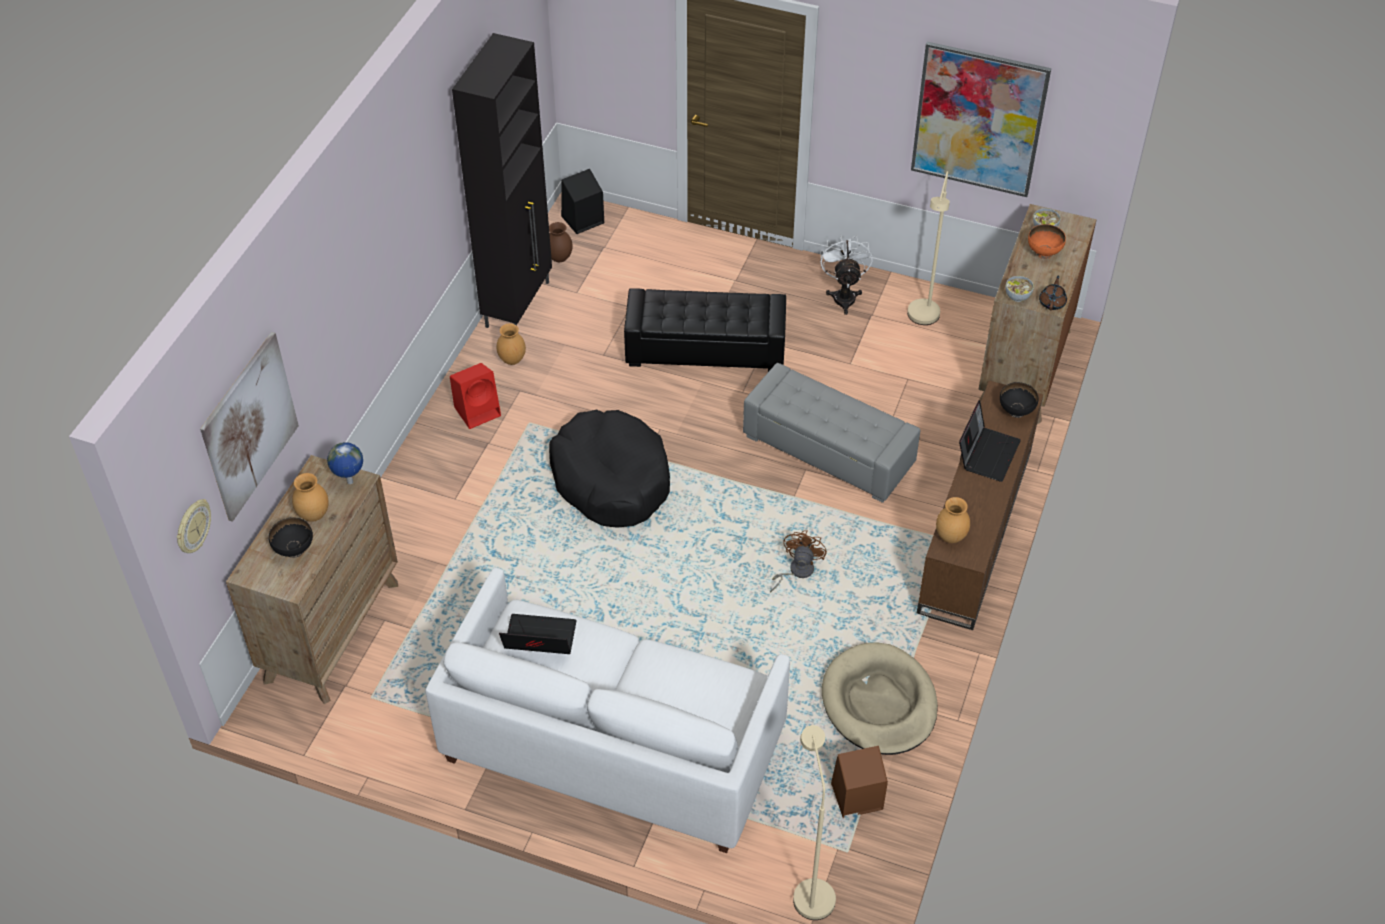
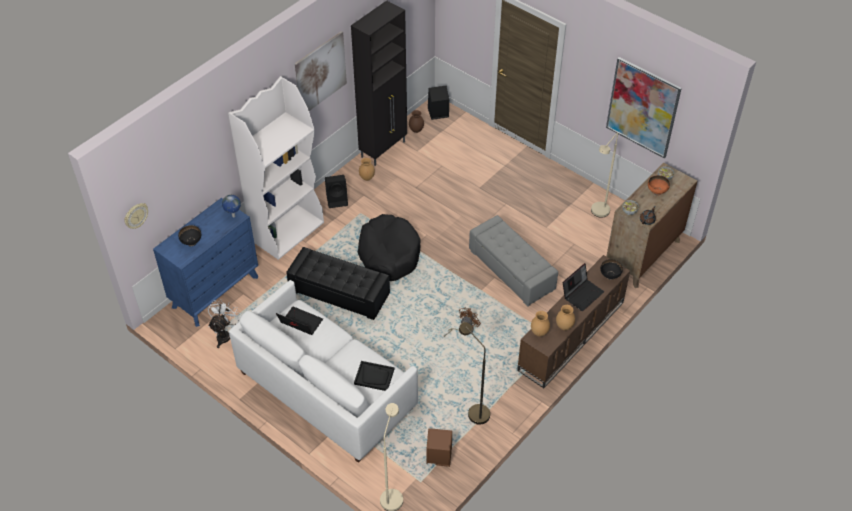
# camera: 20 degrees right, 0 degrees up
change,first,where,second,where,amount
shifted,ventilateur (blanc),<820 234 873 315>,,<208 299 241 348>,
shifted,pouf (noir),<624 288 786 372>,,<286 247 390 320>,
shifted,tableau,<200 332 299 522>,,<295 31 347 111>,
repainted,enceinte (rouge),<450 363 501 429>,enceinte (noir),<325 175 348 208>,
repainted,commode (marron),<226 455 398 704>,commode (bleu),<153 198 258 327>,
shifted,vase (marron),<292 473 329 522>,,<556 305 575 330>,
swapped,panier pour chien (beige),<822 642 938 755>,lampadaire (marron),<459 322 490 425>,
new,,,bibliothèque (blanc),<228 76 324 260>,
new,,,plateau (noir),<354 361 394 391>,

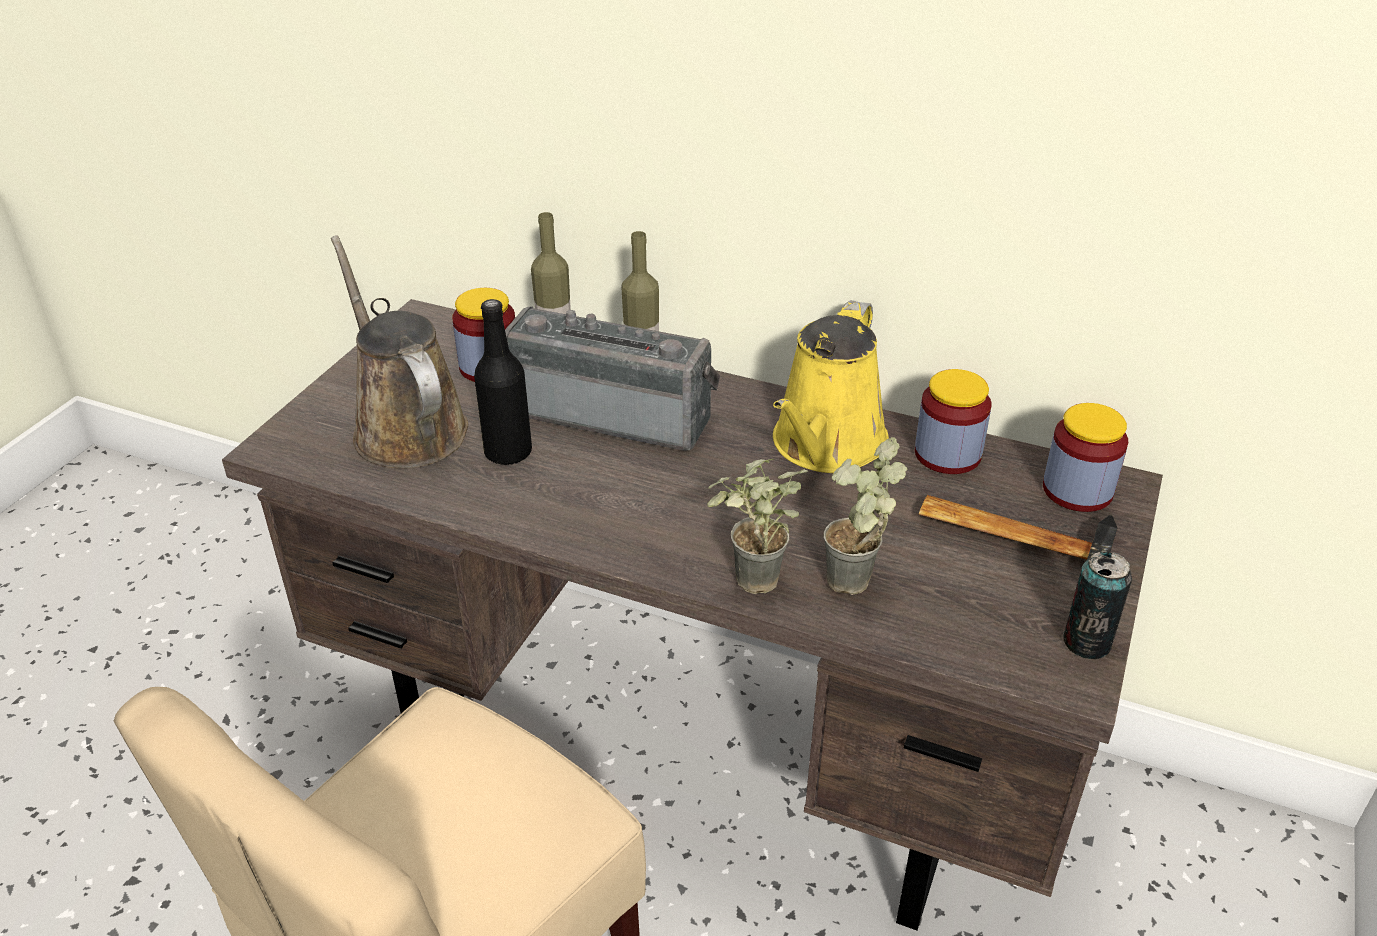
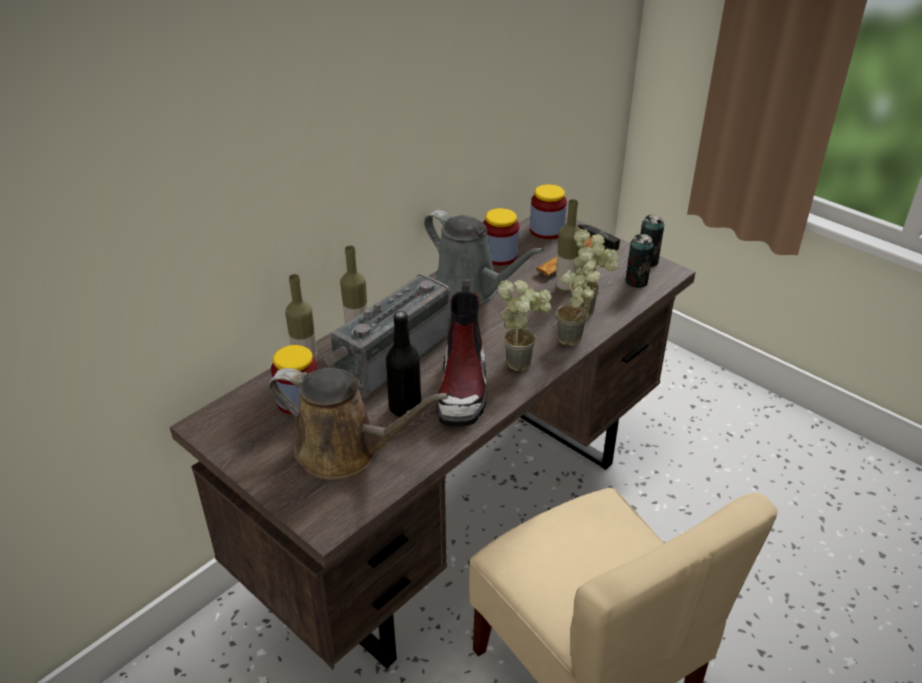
# camera: 70 degrees left, 0 degrees up
change,first,where,second,where,amount
rotated,arrosoir (marron),<331 235 468 468>,,<268 368 449 480>,150 degrees counterclockwise
repainted,arrosoir (jaune),<773 300 889 473>,arrosoir (gris),<424 210 544 305>,
new,,,bouteille,<556 199 582 292>,
new,,,boîte métallique,<625 234 654 288>,
new,,,botte,<436 279 487 427>,
new,,,plante en pot,<498 280 551 371>,

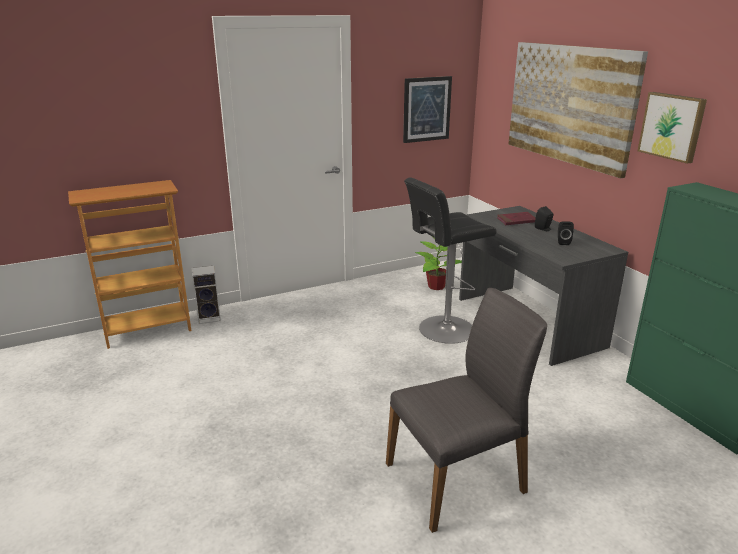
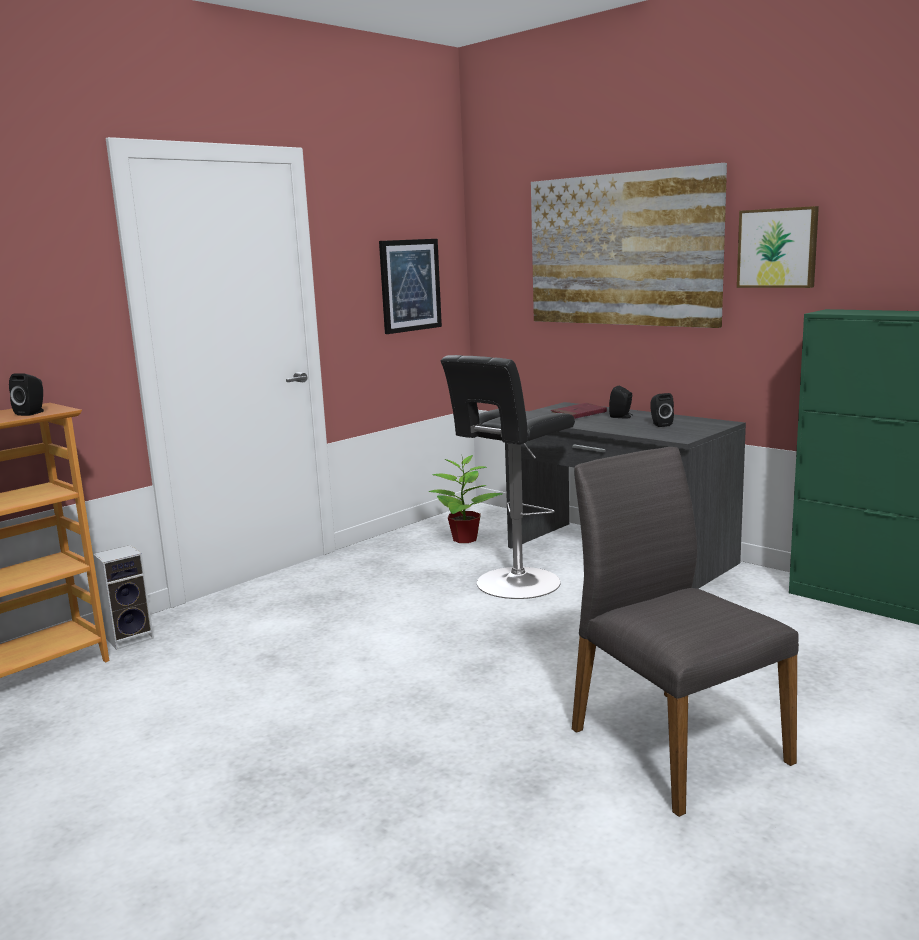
# camera: 20 degrees left, 10 degrees down
change,first,where,second,where,amount
rotated,chaise (gris),<386 288 547 533>,,<572 447 799 817>,75 degrees counterclockwise
new,,,enceinte (noir),<9 373 44 416>,

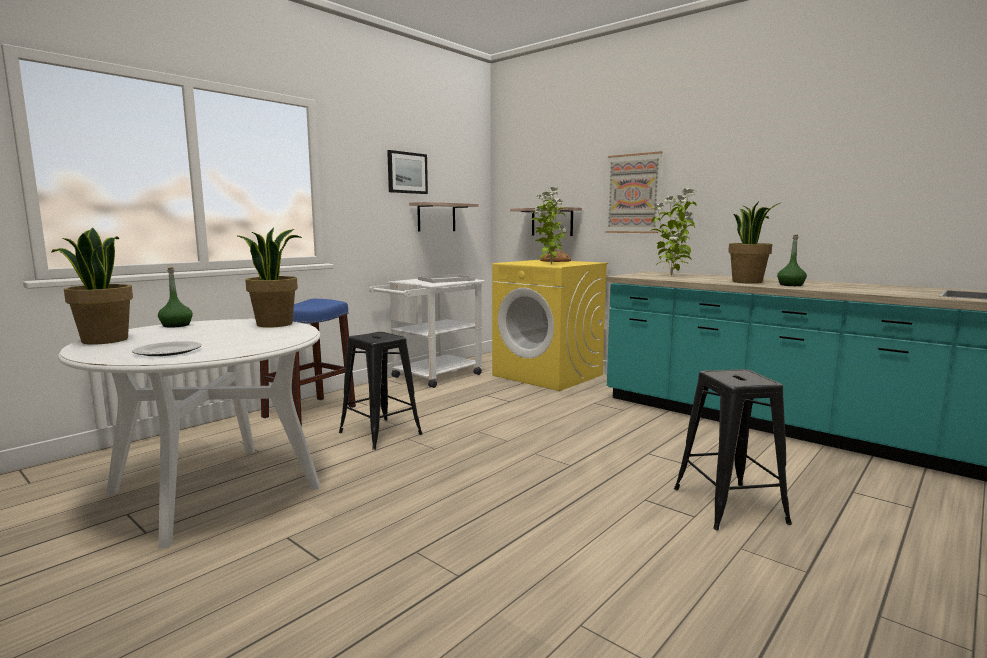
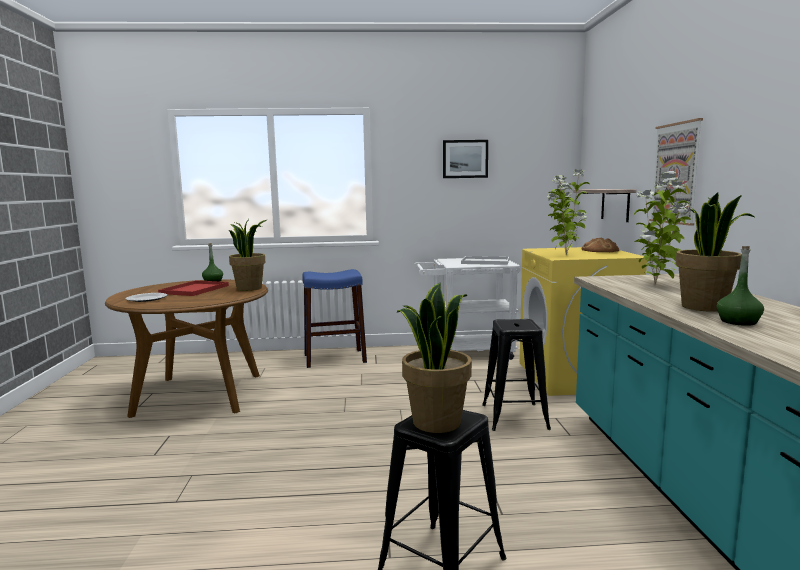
# camera: 45 degrees right, 0 degrees up
change,first,where,second,where,amount
gone,étagère,<409 202 479 232>,,,
shifted,plante en pot,<51 227 133 345>,,<397 283 472 433>,
repainted,table à manger (blanc),<58 319 321 548>,table à manger (marron),<105 280 268 418>,
shifted,tabouret (noir),<339 332 423 450>,,<482 319 551 431>,
new,,,plateau (rouge),<158 280 229 296>,

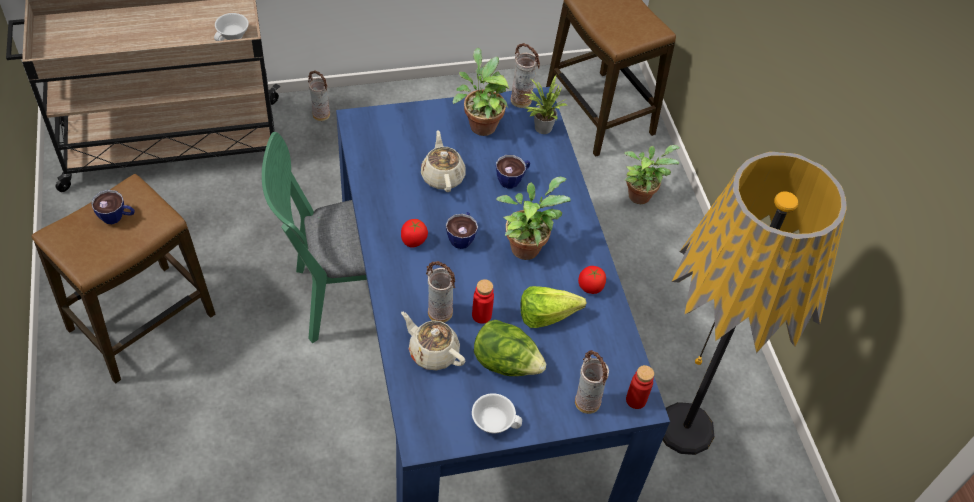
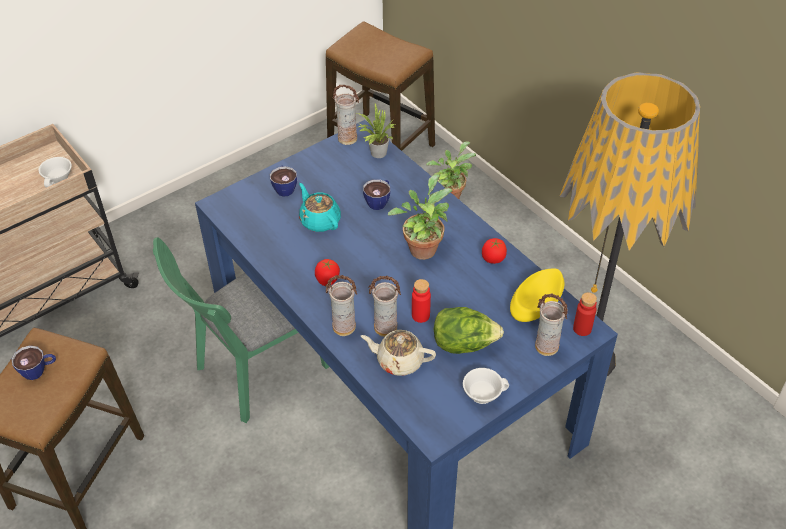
# camera: 20 degrees left, 5 degrees down
change,first,where,second,where,amount
gone,plante en pot,<452 48 509 136>,,,
shifted,vase,<308 71 330 121>,,<325 275 358 336>,
repainted,théière (beige),<421 130 466 192>,théière (turquoise),<299 183 341 232>,
shifted,tasse,<446 212 478 249>,,<270 165 297 197>,
gone,laitue,<520 286 586 328>,,,
new,,,bol (jaune),<510 268 564 322>,

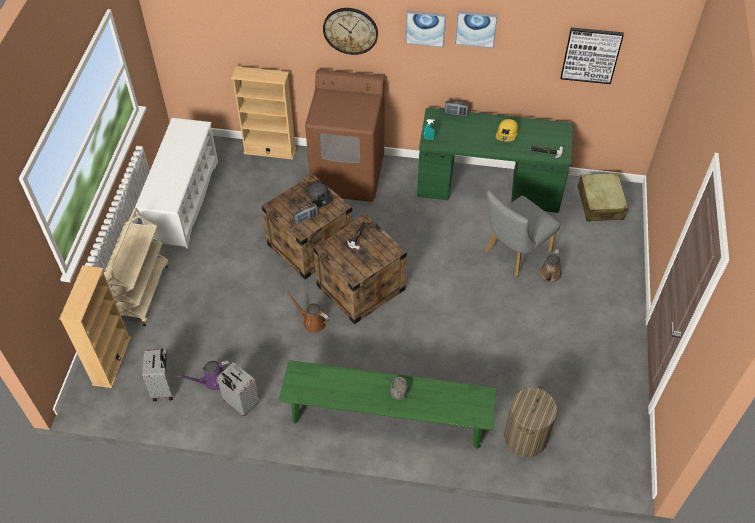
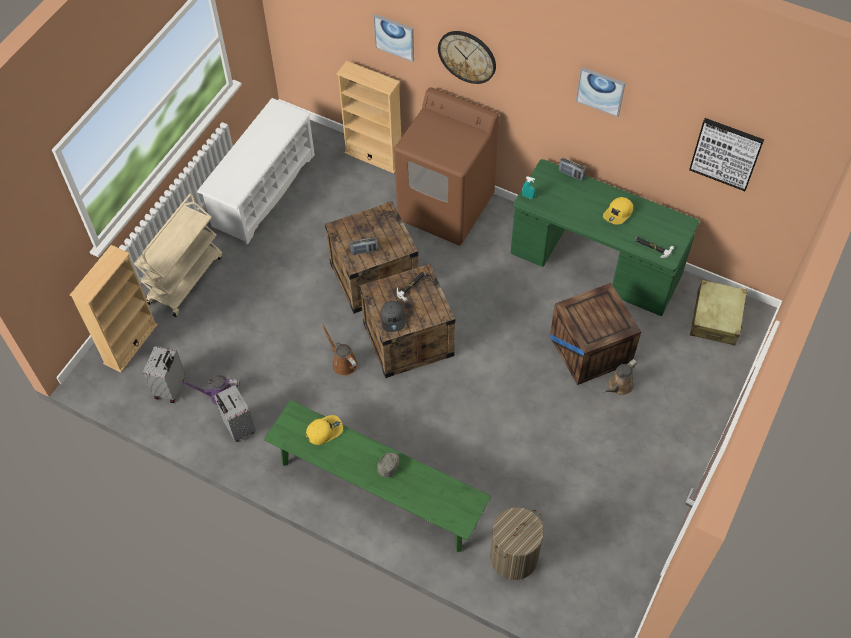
# camera: 20 degrees right, 5 degrees up
change,first,where,second,where,amount
shifted,tableau,<405 10 446 48>,,<373 14 414 62>,
shifted,casquette (gris),<308 182 333 207>,,<381 301 405 332>,
swapped,chaise (gris),<485 191 560 277>,caisse,<550 283 641 385>,
new,,,casquette (jaune),<306 415 343 445>,

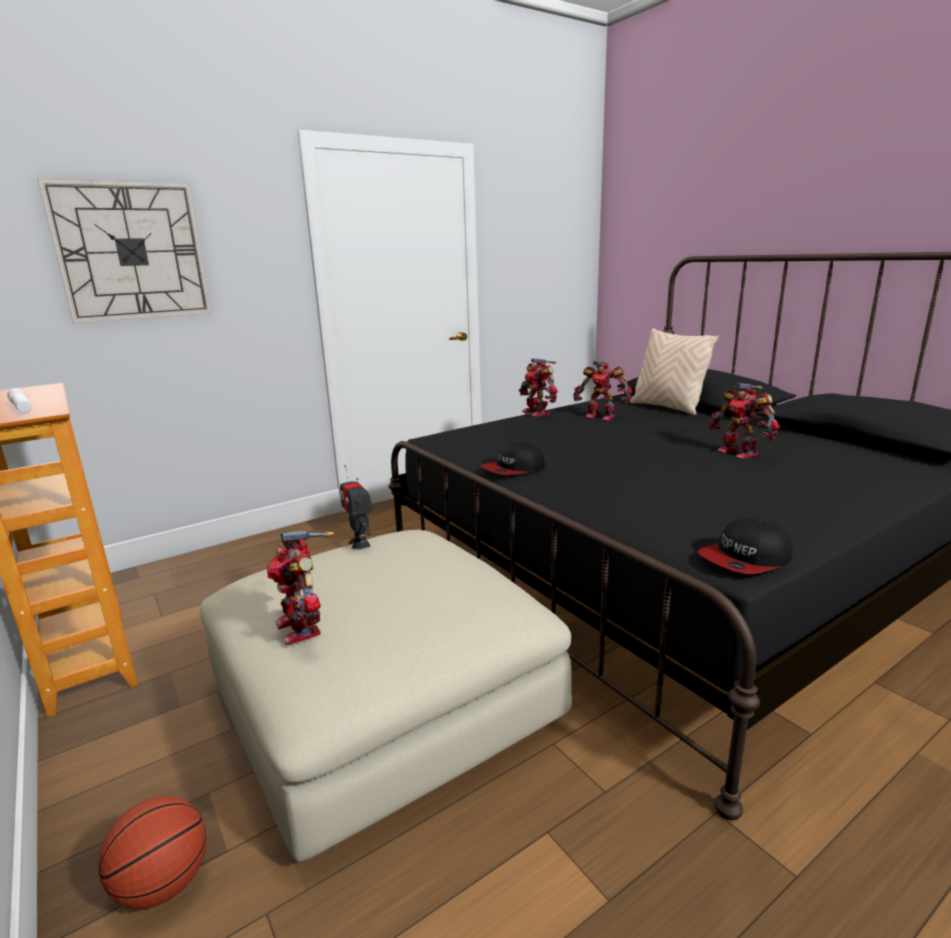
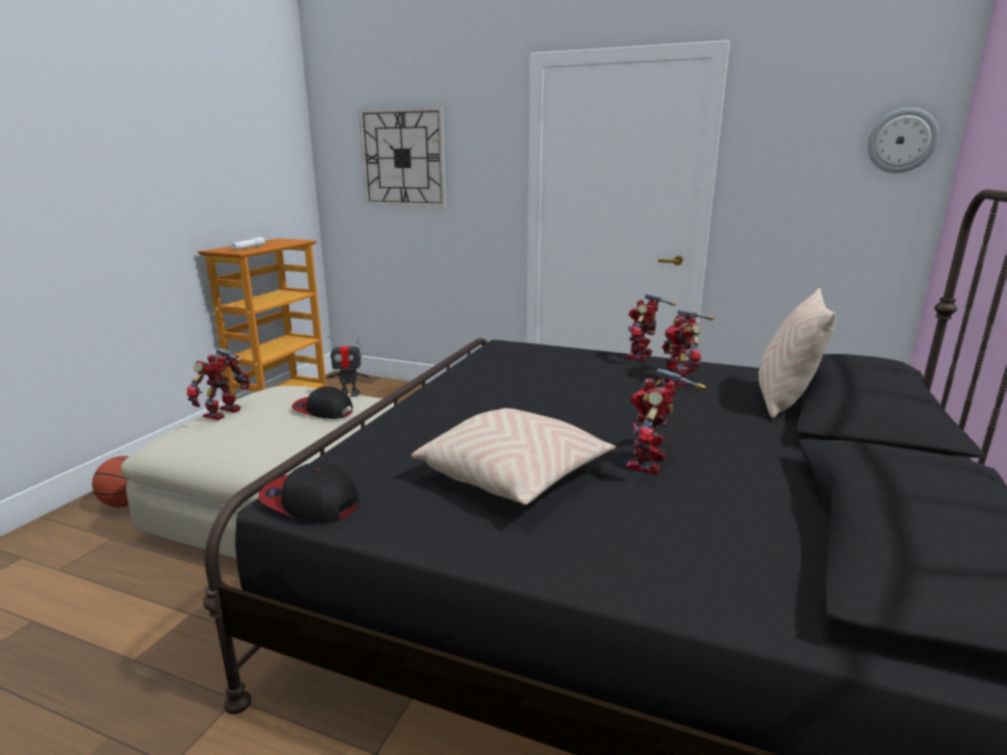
# camera: 55 degrees right, 0 degrees up
change,first,where,second,where,amount
shifted,casquette,<480 442 545 475>,,<292 386 353 419>,
rotated,robot jouet,<340 465 373 549>,,<326 336 371 397>,120 degrees counterclockwise
new,,,horloge murale,<867 108 939 173>,
new,,,coussin (beige),<411 408 616 505>,

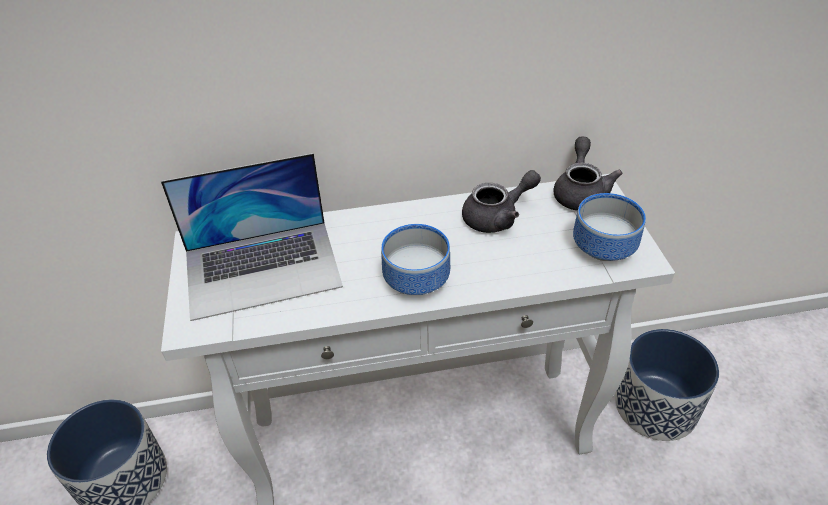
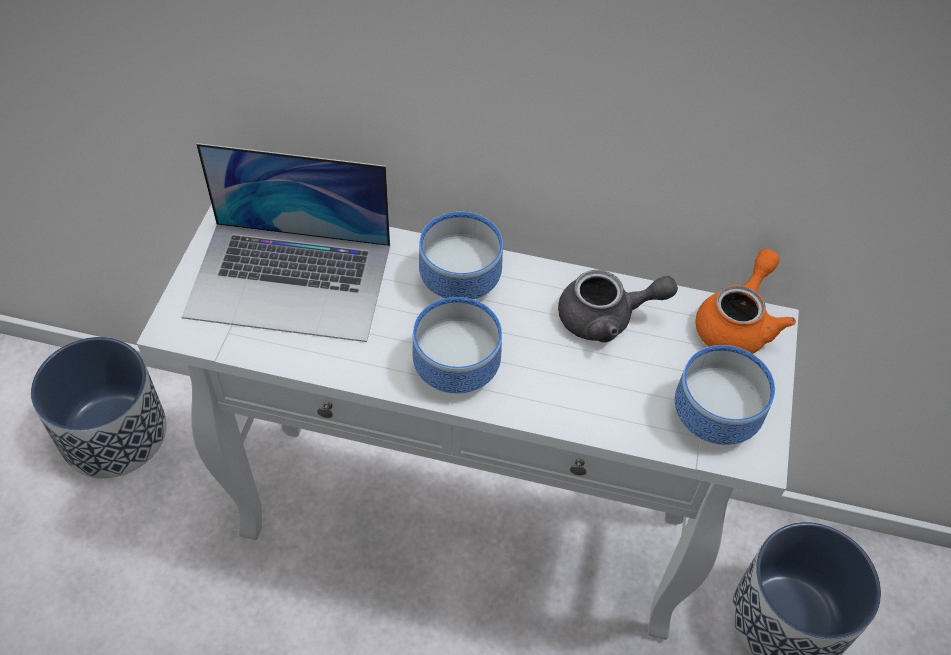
# camera: 20 degrees right, 10 degrees up
change,first,where,second,where,amount
repainted,théière (gris),<553 137 623 211>,théière (orange),<695 248 796 354>,
new,,,bol,<419 212 503 299>,

